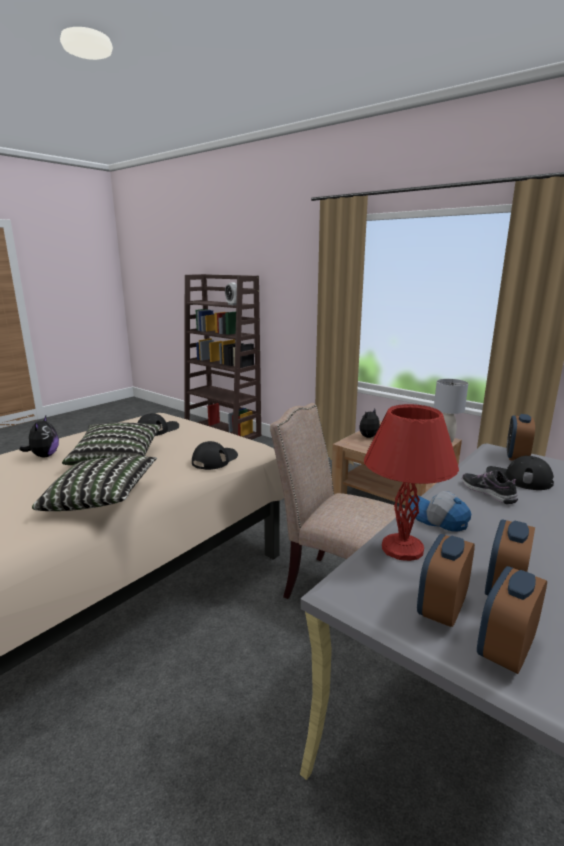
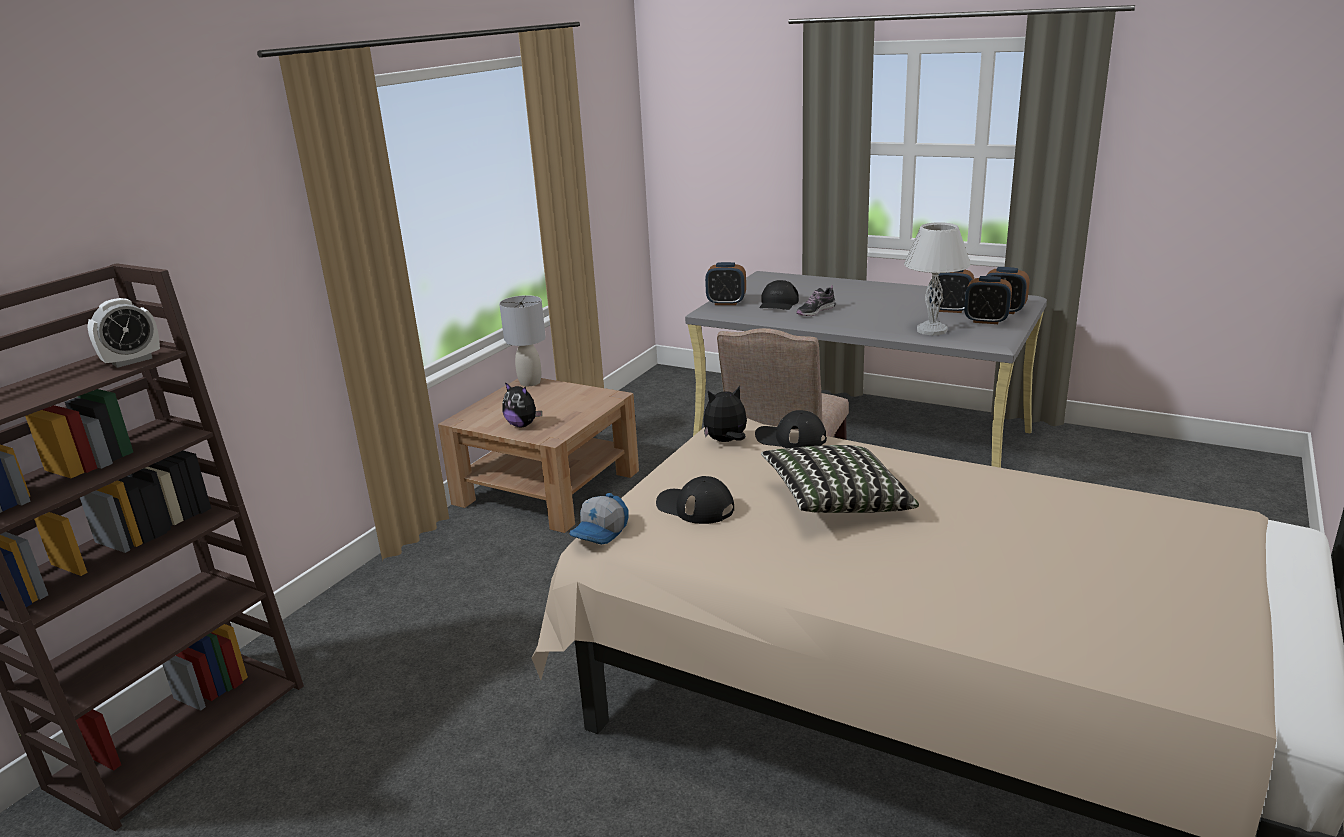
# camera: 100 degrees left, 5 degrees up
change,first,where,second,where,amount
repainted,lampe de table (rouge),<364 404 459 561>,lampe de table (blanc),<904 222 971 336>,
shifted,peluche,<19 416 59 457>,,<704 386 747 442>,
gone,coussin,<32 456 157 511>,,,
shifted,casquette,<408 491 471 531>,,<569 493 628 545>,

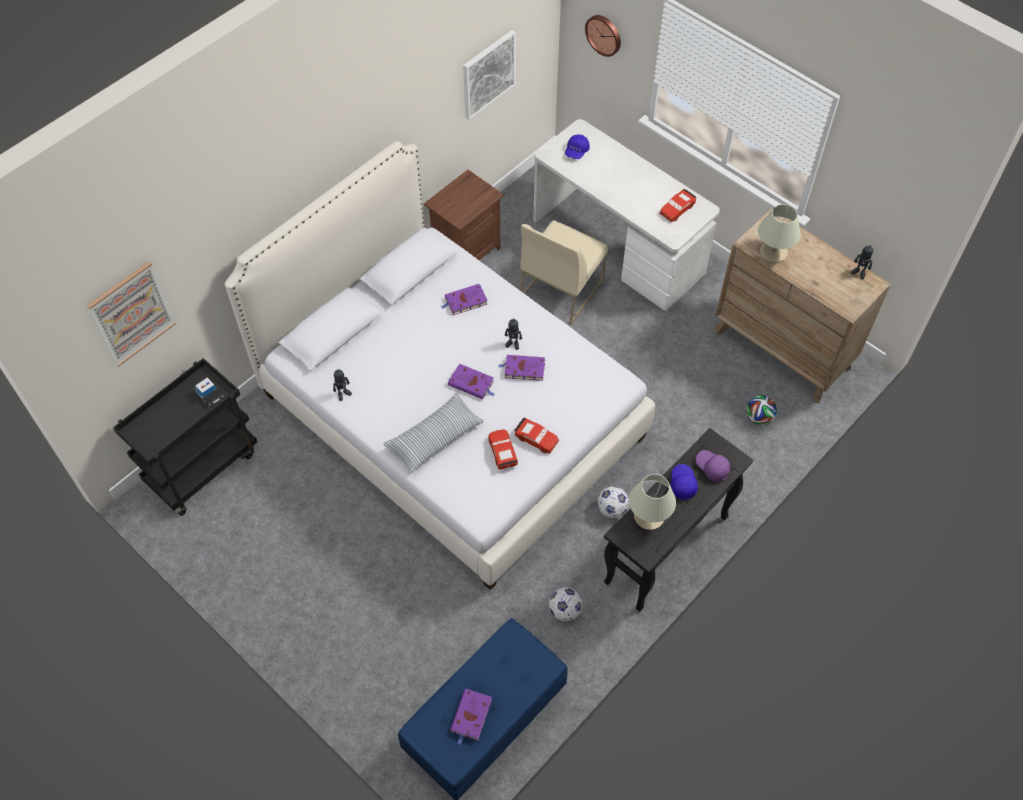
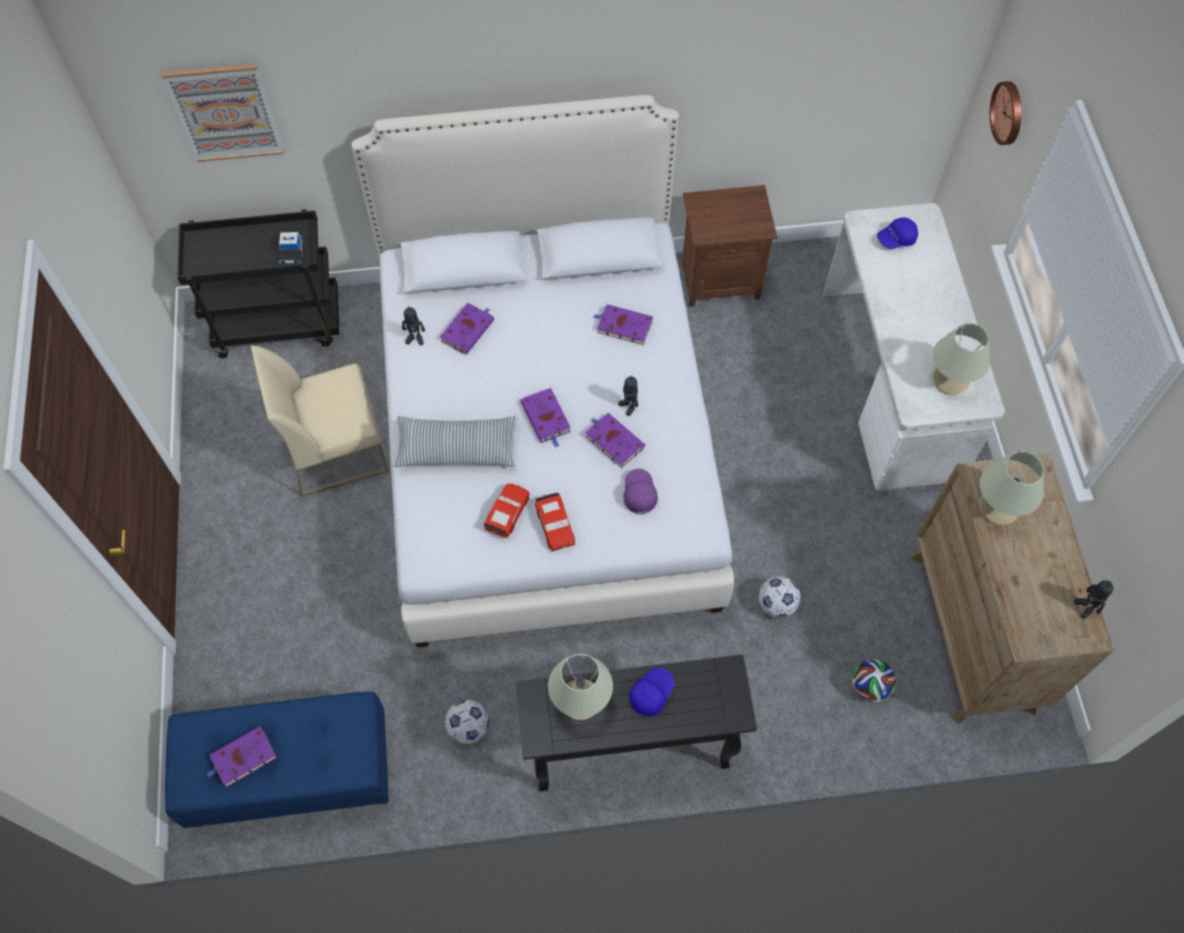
# camera: 40 degrees right, 5 degrees up
change,first,where,second,where,amount
gone,tableau,<463 30 516 120>,,,
swapped,petite voiture (rouge),<659 189 696 222>,lampe de table (beige),<933 323 990 395>,
shifted,chaise (beige),<520 220 608 325>,,<251 346 389 497>,
shifted,casquette (violet),<696 450 730 482>,,<623 469 658 514>,
shifted,ballon de foot,<597 486 629 518>,,<759 576 801 618>,
new,,,livre (violet),<440 303 494 355>,

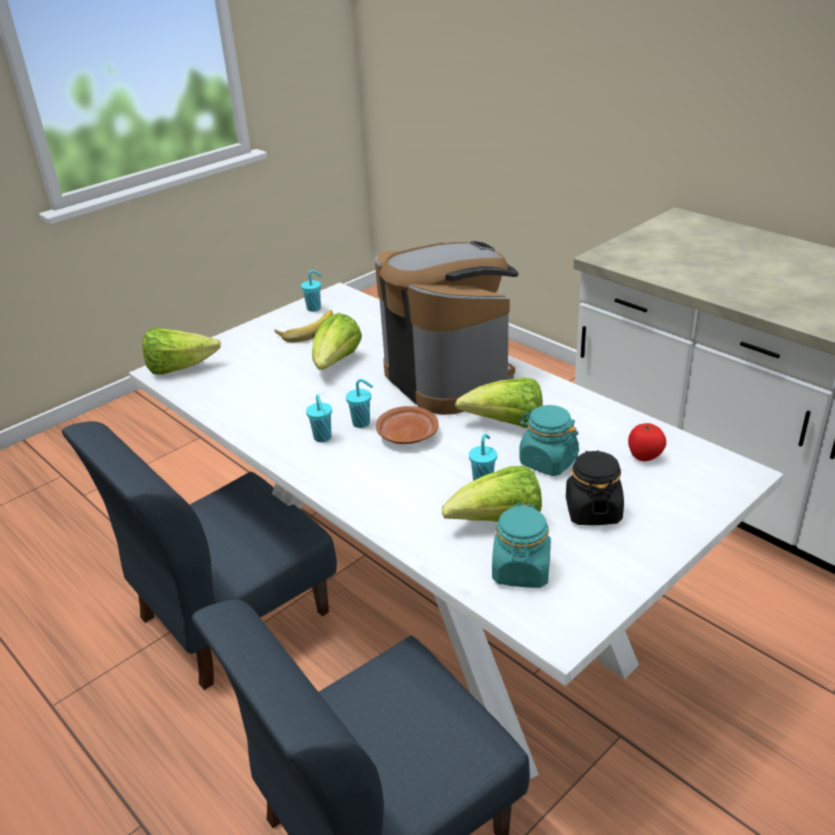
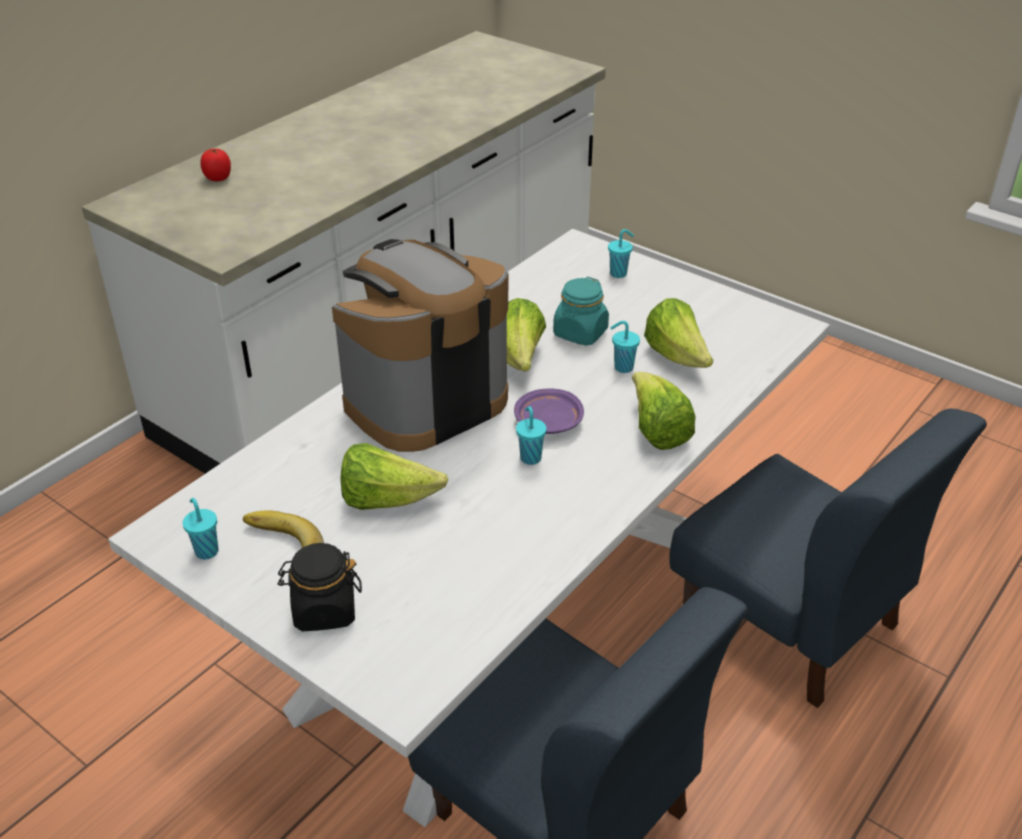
# camera: 100 degrees left, 5 degrees up
change,first,where,second,where,amount
shifted,laitue,<142 328 221 375>,,<632 372 696 450>,
shifted,tasse (turquoise),<306 394 332 442>,,<608 229 634 278>,
repainted,assiette (marron),<376 406 439 444>,assiette (violet),<514 388 584 434>,
shifted,tomate,<628 423 666 461>,,<201 148 231 181>,
shifted,bocal (noir),<566 450 624 525>,,<278 543 362 631>,
gone,bocal (turquoise),<492 503 551 588>,,,

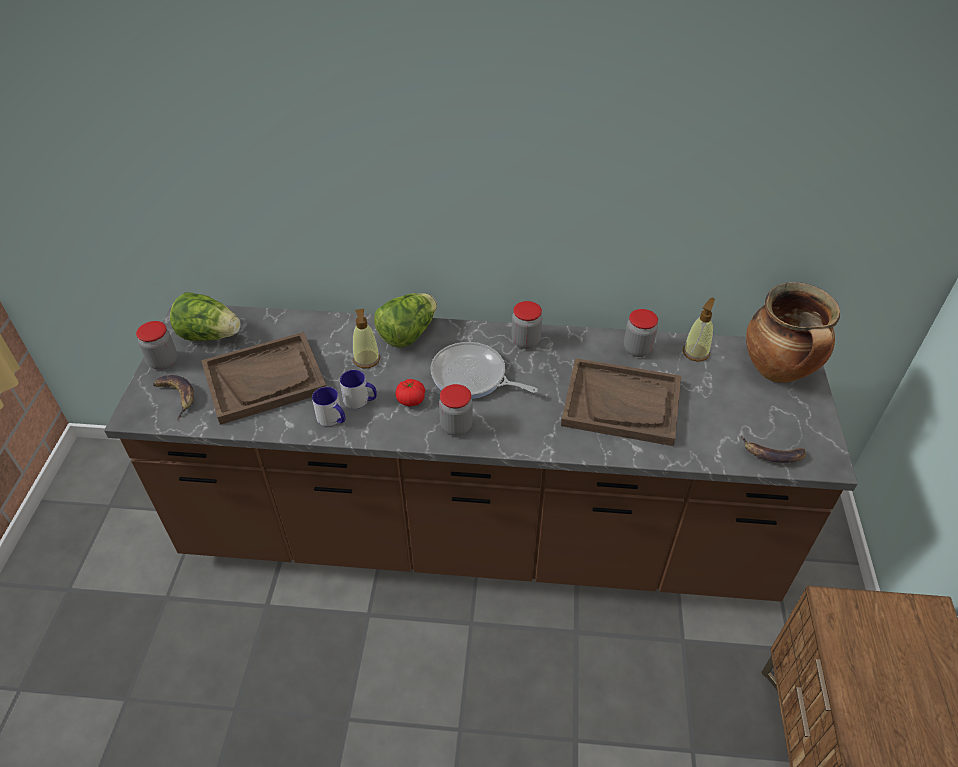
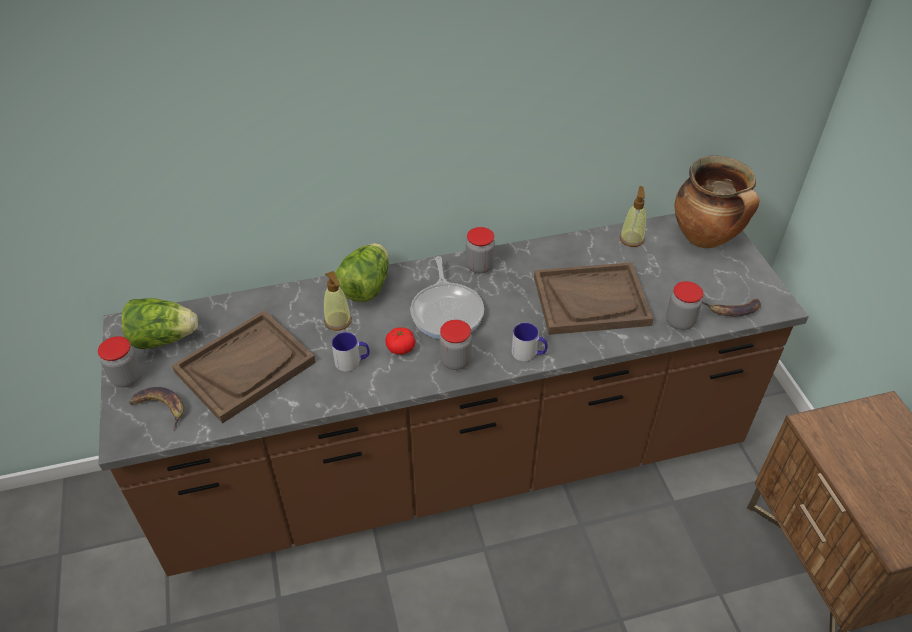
# camera: 20 degrees left, 0 degrees up
change,first,where,second,where,amount
shifted,bocal,<624 309 658 357>,,<666 281 703 330>,
rotated,poêle,<431 342 538 399>,,<411 256 484 339>,105 degrees counterclockwise
shifted,mug,<312 387 345 426>,,<512 323 548 362>,

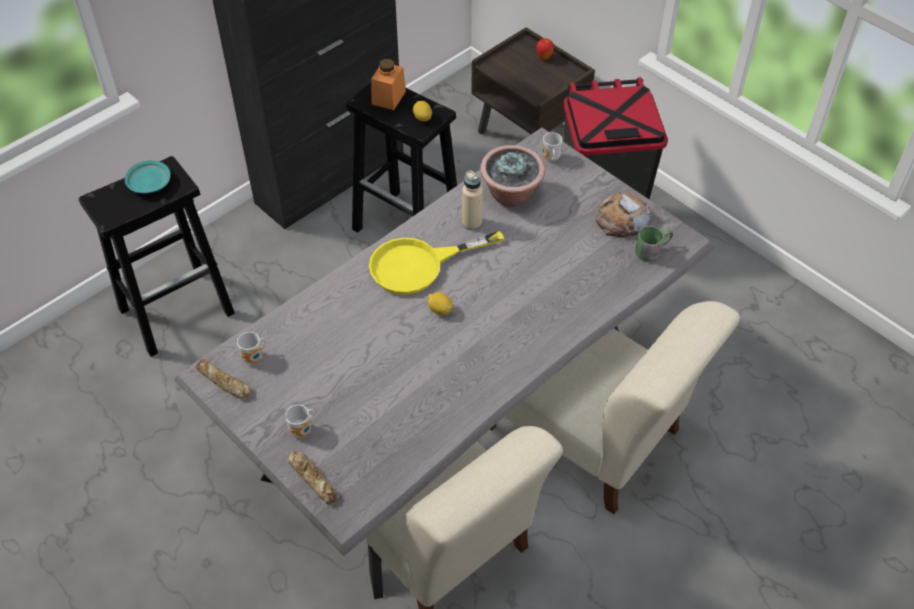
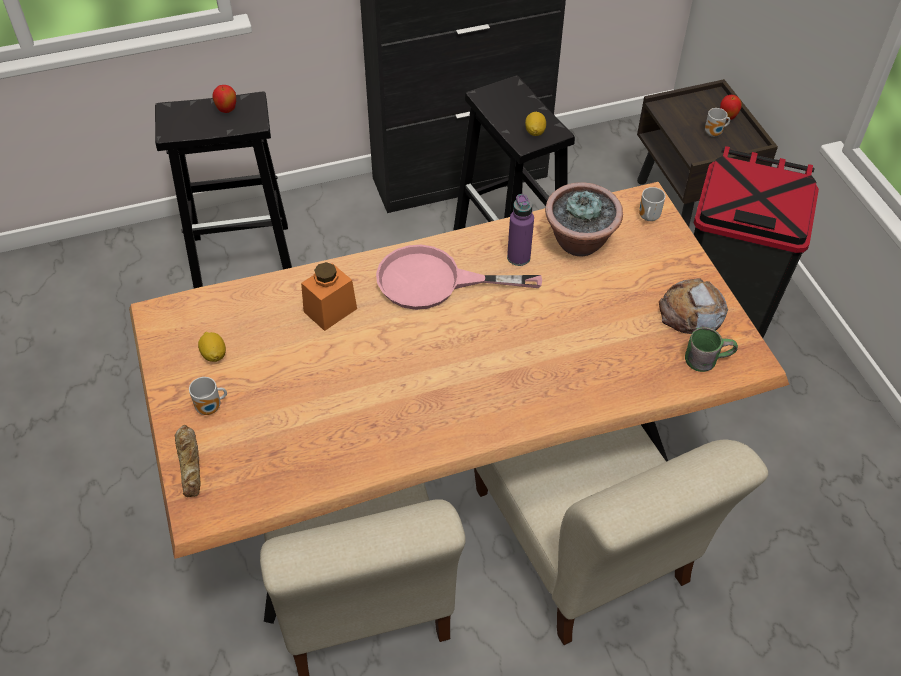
# camera: 25 degrees right, 0 degrees up
change,first,where,second,where,amount
shifted,bocal (orange),<371 59 406 110>,,<301 262 357 331>,
repainted,table à manger (gris),<174 128 714 599>,table à manger (marron),<129 182 789 624>,
swapped,assiette (turquoise),<125 160 171 193>,pomme,<213 85 236 113>,
repainted,bouteille (beige),<462 170 483 230>,bouteille (violet),<507 194 534 266>,
repainted,poêle (jaune),<369 231 504 295>,poêle (rose),<376 245 542 310>,
shifted,citron,<428 292 453 315>,,<198 332 226 362>,
shifted,mug,<237 332 266 364>,,<705 108 730 137>,
gone,pain,<196 359 251 399>,,,

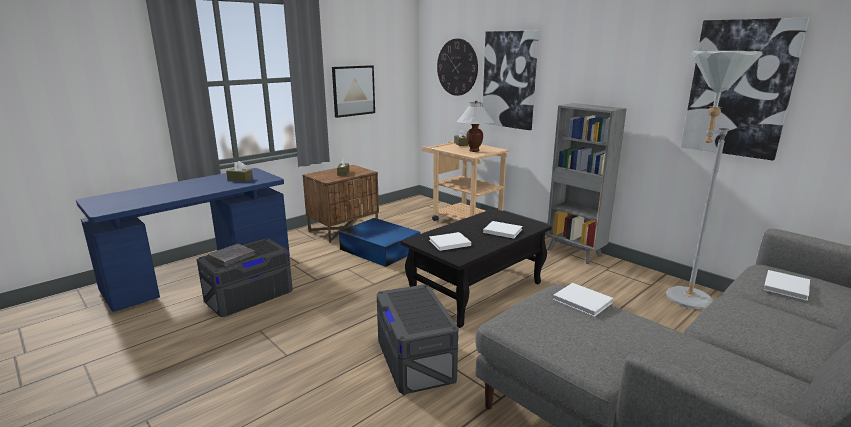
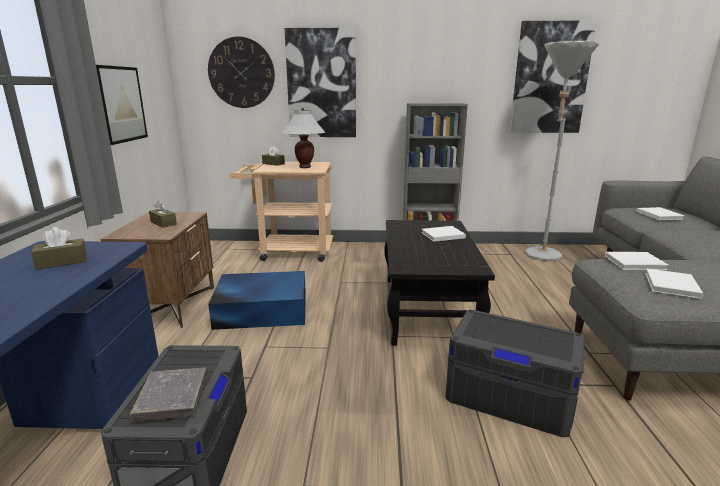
# camera: 45 degrees left, 0 degrees up
change,first,where,second,where,amount
shifted,livre (blanc),<429 232 471 251>,,<645 268 703 299>,

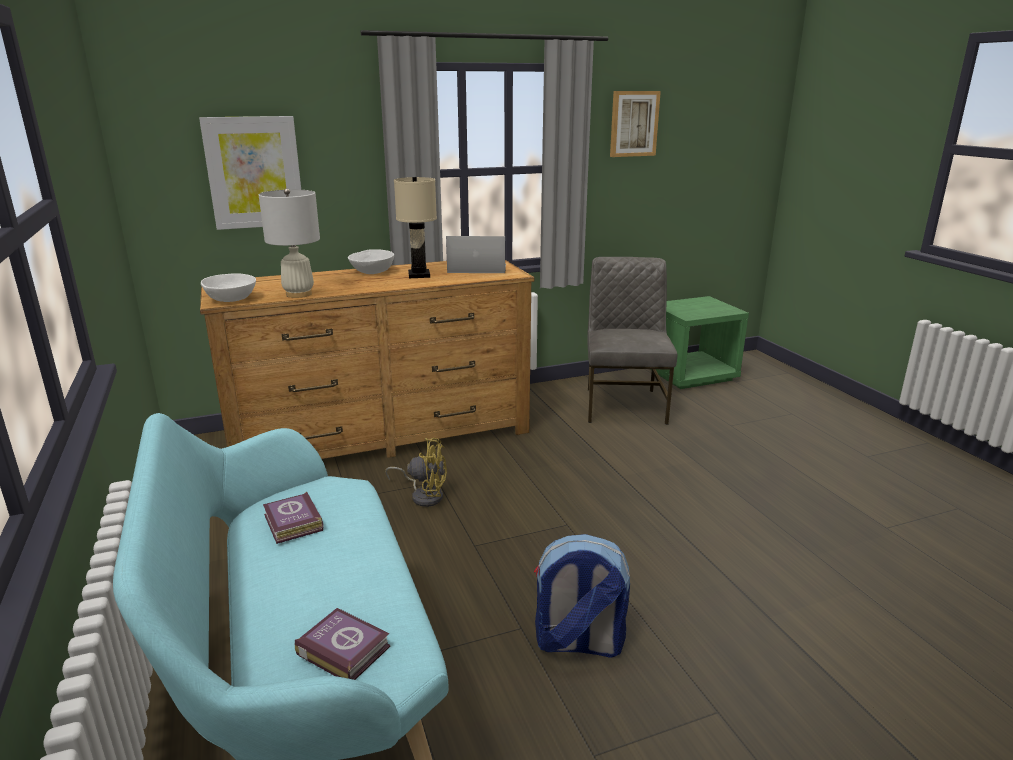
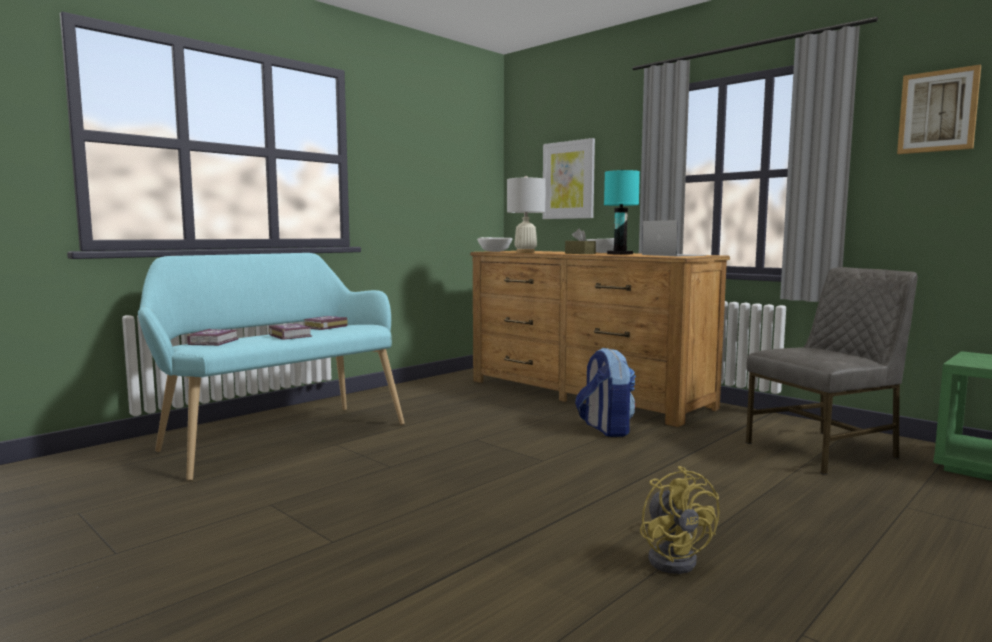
# camera: 65 degrees right, 15 degrees down
change,first,where,second,where,amount
repainted,lampe de table (beige),<394 177 437 278>,lampe de table (turquoise),<604 170 640 255>,
shifted,ventilateur (jaune),<385 438 447 507>,,<640 466 720 574>,
shifted,sac à dos,<534 534 630 657>,,<575 348 636 437>,
new,,,boîte à mouchoirs (marron),<565 229 596 254>,
new,,,livre,<269 324 312 340>,

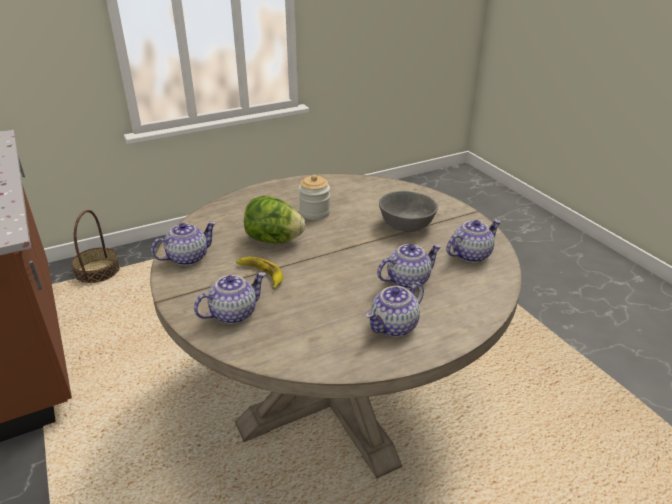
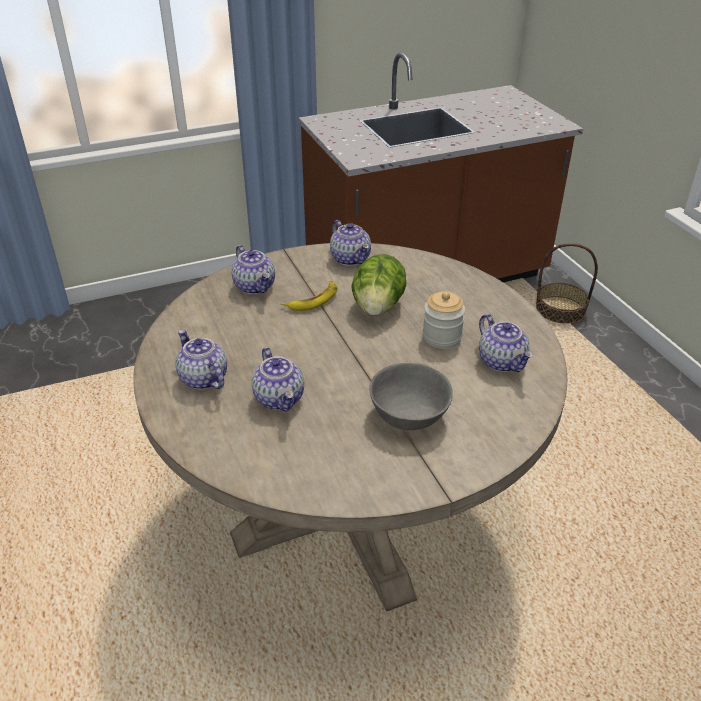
# camera: 95 degrees right, 5 degrees up
change,first,where,second,where,amount
shifted,théière,<446 220 501 263>,,<479 314 533 372>,

